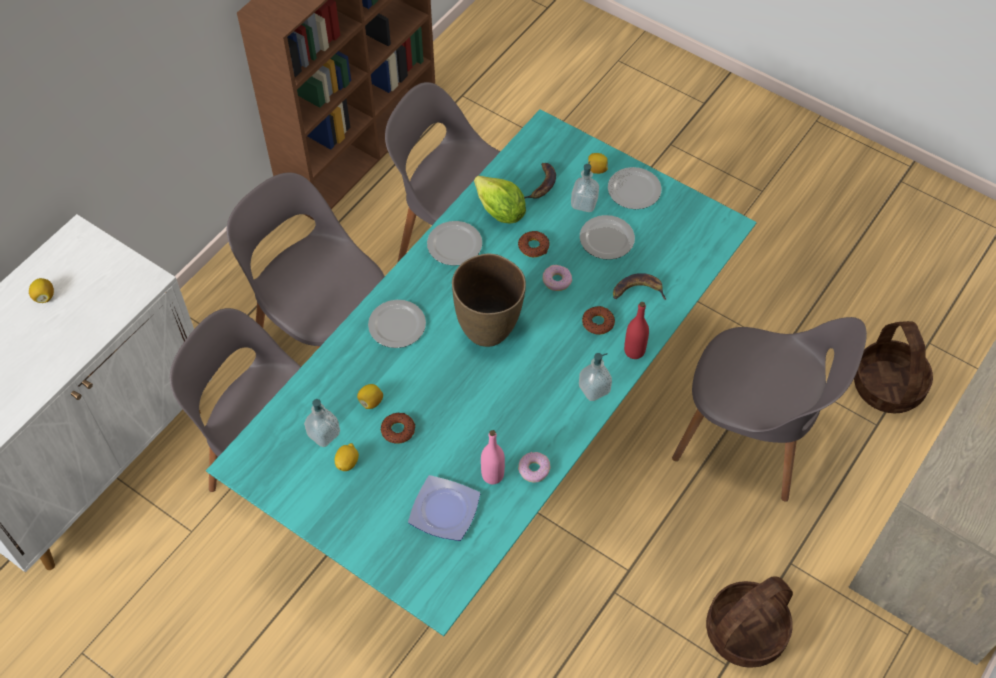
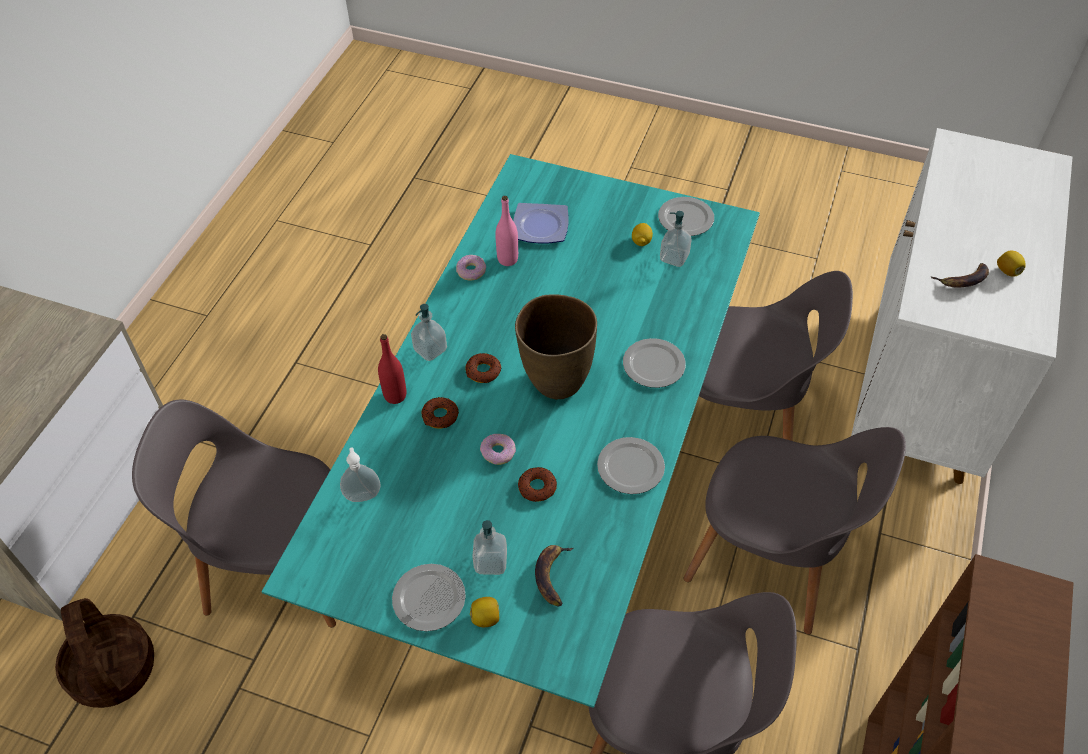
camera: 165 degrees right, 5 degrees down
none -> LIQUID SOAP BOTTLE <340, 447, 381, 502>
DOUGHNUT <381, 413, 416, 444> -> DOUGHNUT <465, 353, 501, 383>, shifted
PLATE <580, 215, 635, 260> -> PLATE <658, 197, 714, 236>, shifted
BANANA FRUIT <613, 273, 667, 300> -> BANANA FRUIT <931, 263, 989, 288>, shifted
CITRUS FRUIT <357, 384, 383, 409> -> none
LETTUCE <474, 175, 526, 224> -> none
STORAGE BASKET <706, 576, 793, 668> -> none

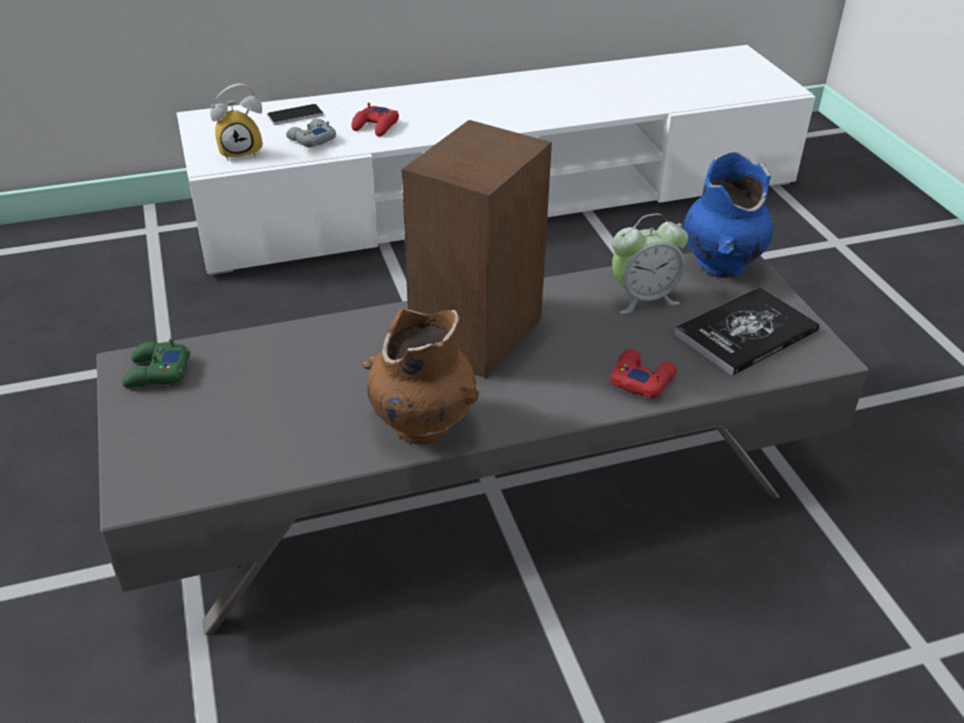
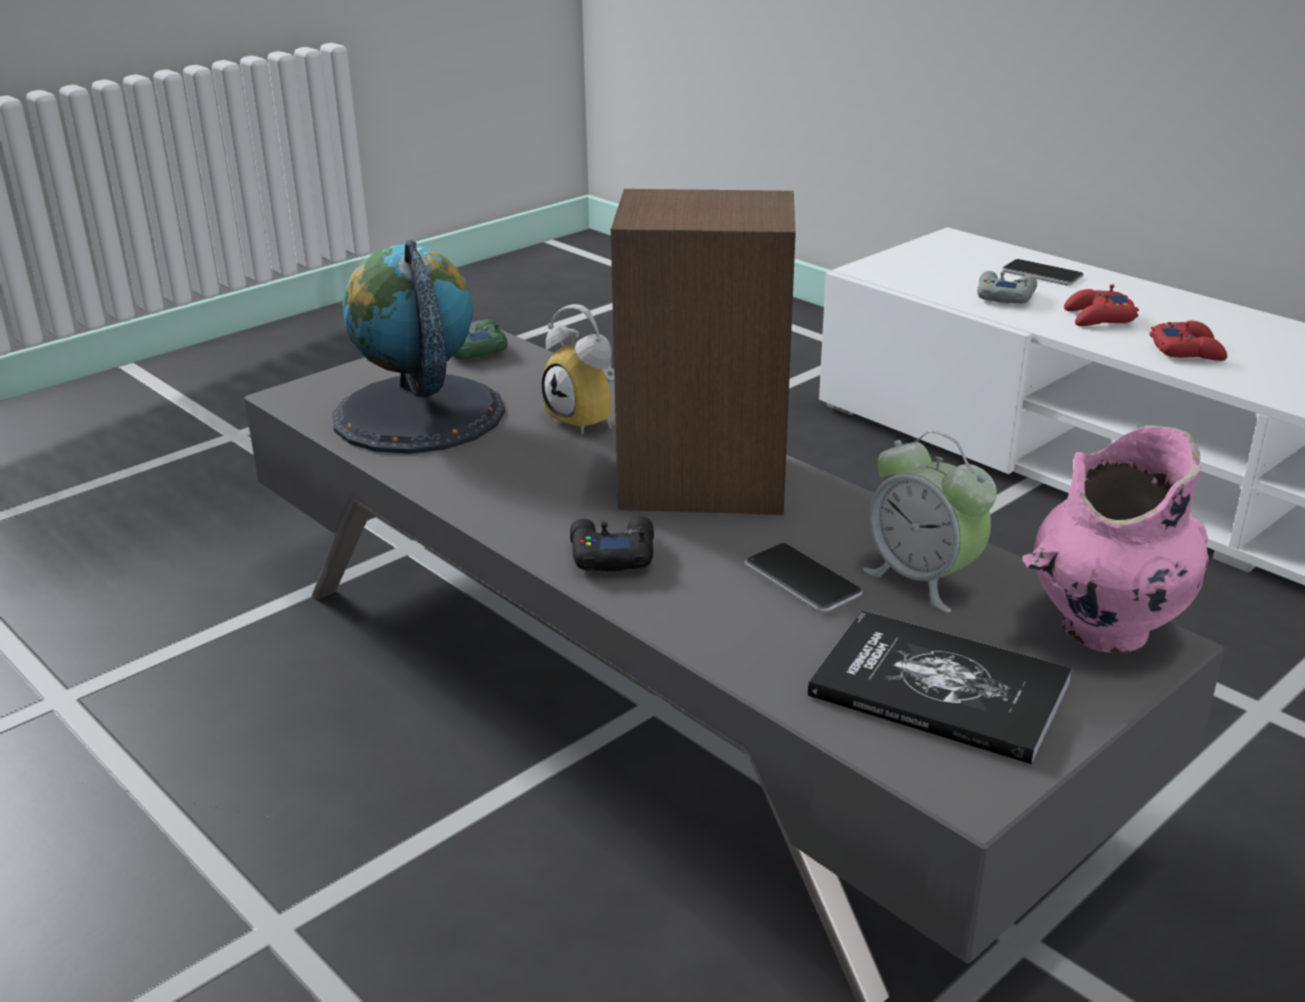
camera: 65 degrees right, 10 degrees down
none -> DESK GLOBE <332, 240, 505, 454>
BEDSIDE CLOCK <210, 83, 263, 161> -> BEDSIDE CLOCK <542, 304, 615, 435>, shifted
none -> BLACK JOYPAD <570, 516, 654, 572>
none -> TELEPHONE <745, 543, 862, 612>
BLUE VASE <684, 151, 773, 278> -> PINK VASE <1022, 425, 1209, 653>
RED JOYPAD <610, 349, 677, 398> -> RED JOYPAD <1149, 321, 1227, 361>, shifted
BROWN VASE <362, 308, 479, 445> -> none

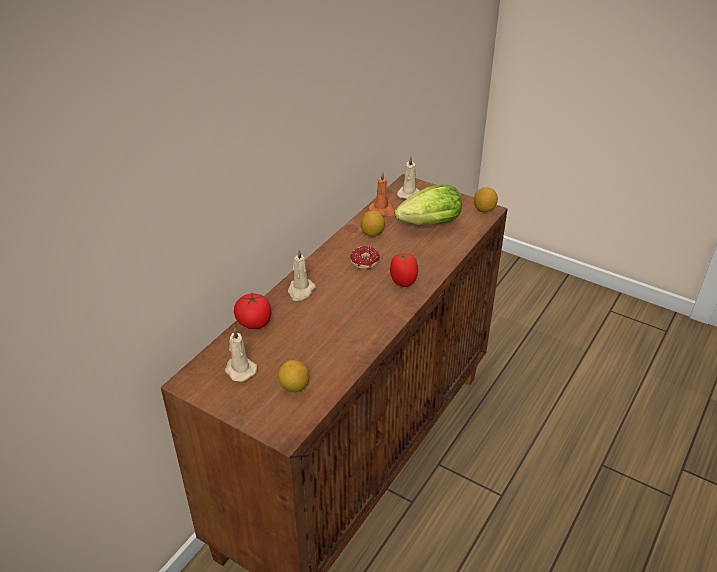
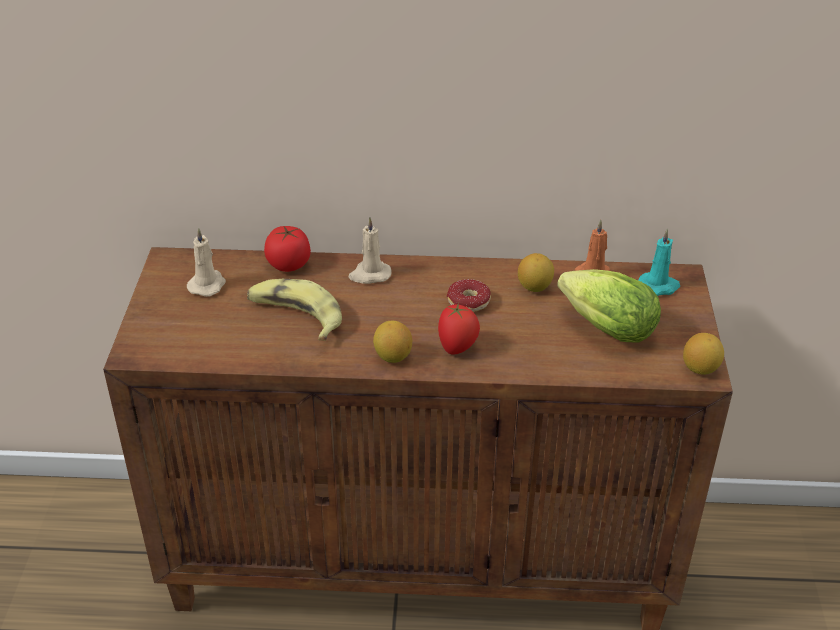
camera: 60 degrees right, 0 degrees up
none -> BANANA FRUIT <247, 279, 342, 341>
CITRUS FRUIT <278, 360, 309, 392> -> CITRUS FRUIT <373, 320, 412, 363>, shifted
BEIGE-COLOURED WAX CANDLE <397, 157, 420, 199> -> TURQUOISE WAX CANDLE <638, 229, 680, 296>

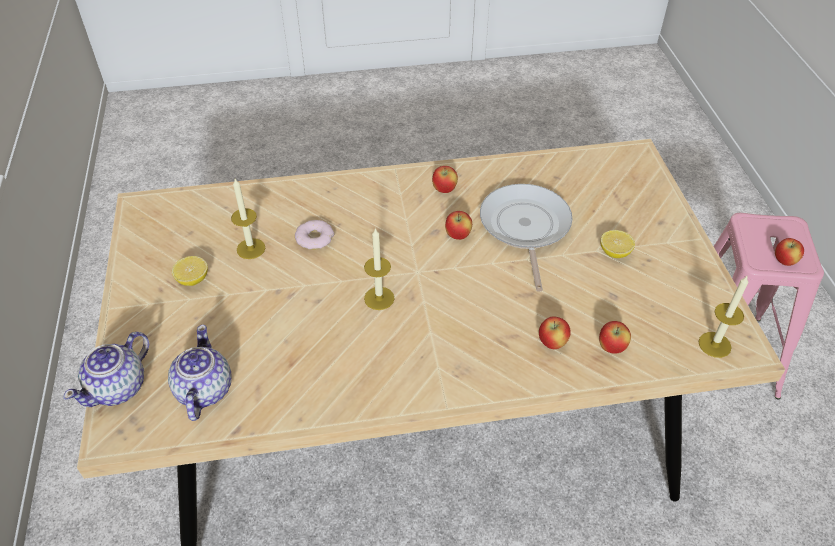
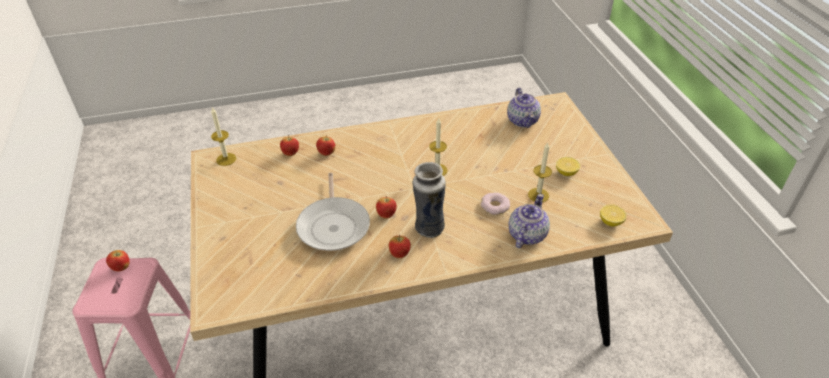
camera: 175 degrees right, 5 degrees down
none -> VASE <412, 162, 446, 238>
POT FOR TEA <64, 332, 149, 407> -> POT FOR TEA <508, 194, 550, 248>, shifted
CITRUS FRUIT <600, 230, 635, 258> -> CITRUS FRUIT <600, 204, 627, 227>, shifted

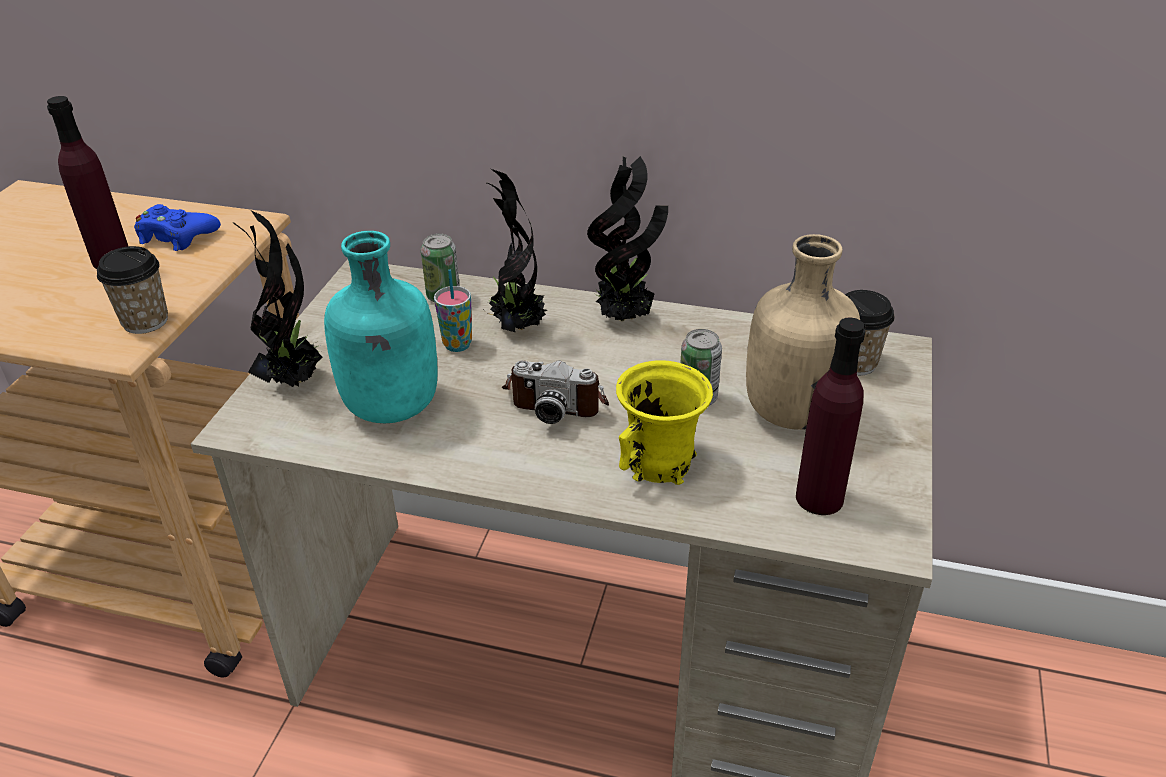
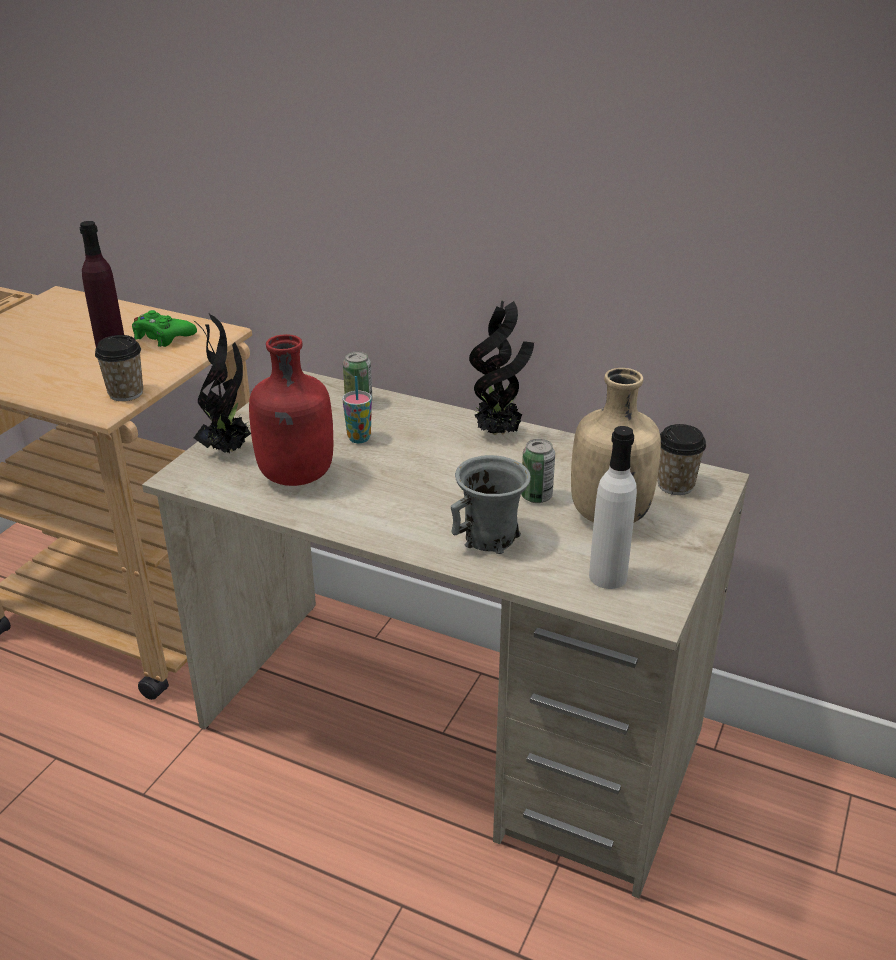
camera: 10 degrees right, 5 degrees down
BLUE JOYPAD <134, 204, 221, 251> -> GREEN JOYPAD <132, 310, 197, 347>
TURQUOISE BOTTLE <324, 231, 438, 423> -> RED BOTTLE <249, 334, 333, 486>
YELLOW MUG <616, 360, 713, 485> -> GREY MUG <451, 455, 531, 554>
PURPLE BOTTLE <796, 317, 865, 515> -> WHITISH BOTTLE <589, 426, 637, 589>
HOUSEPLANT <483, 169, 547, 332> -> none
PHOTO CAMERA <502, 360, 609, 424> -> none

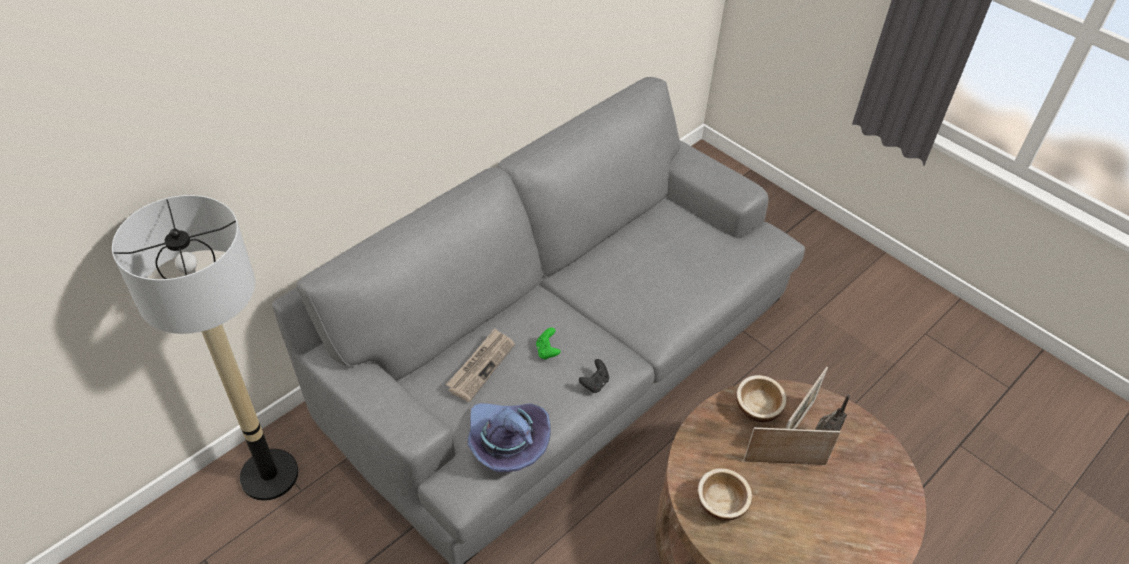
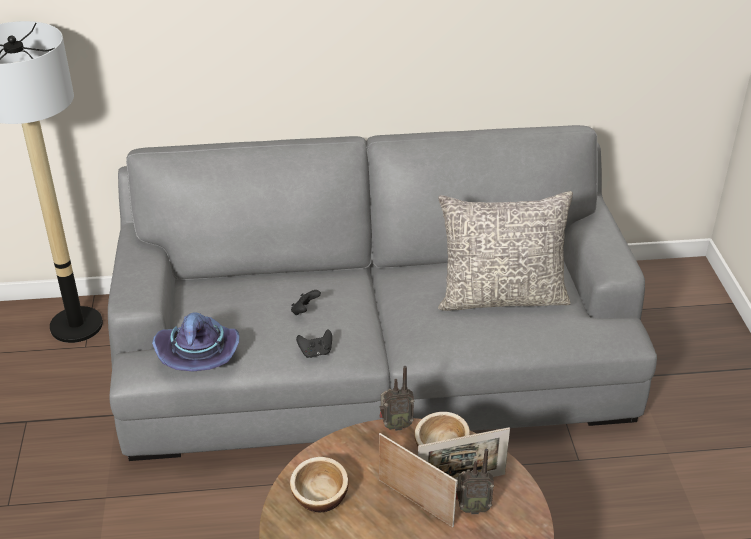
camera: 40 degrees right, 10 degrees down
GREEN JOYPAD <536, 328, 561, 360> -> BLACK JOYPAD <291, 290, 321, 315>
none -> RADIO RECEIVER <379, 366, 414, 431>
none -> GREY PILLOW <438, 191, 573, 311>
PRINTED PAPER <446, 328, 515, 402> -> none

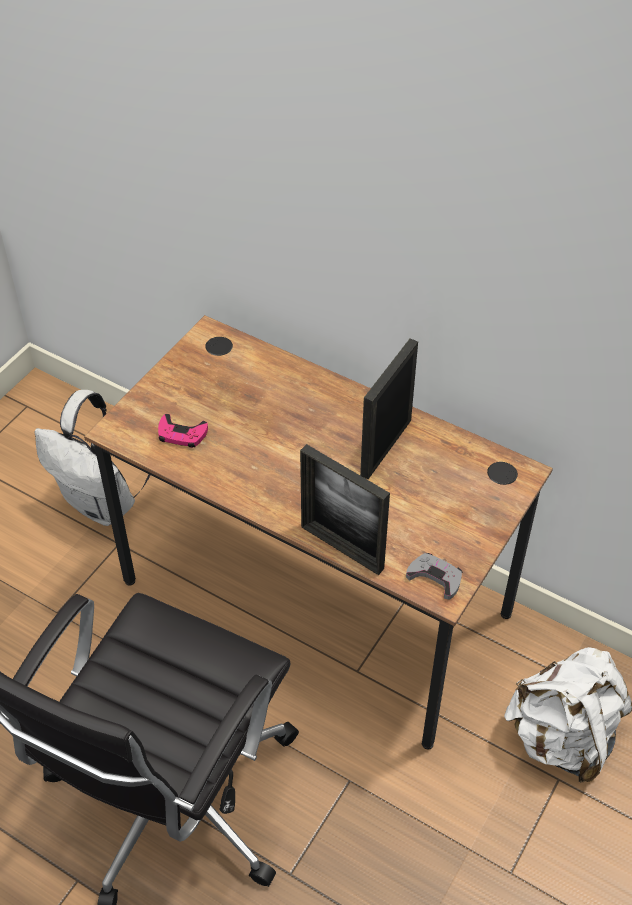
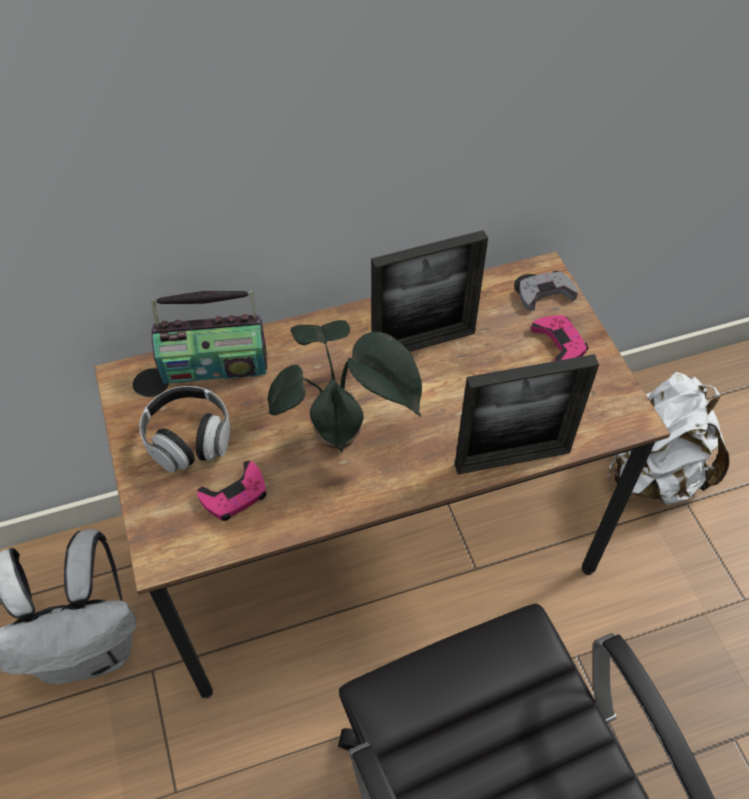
camera: 50 degrees left, 5 degrees up
none -> HEADPHONES <140, 386, 230, 473>
none -> RADIO RECEIVER <151, 290, 267, 384>
none -> HOUSEPLANT <268, 320, 422, 452>
STANDING FRAME <360, 339, 418, 479> -> STANDING FRAME <371, 230, 488, 352>, 90 degrees counterclockwise
GREY JOYPAD <406, 553, 462, 599> -> GREY JOYPAD <519, 271, 578, 311>, shifted
none -> PINK JOYPAD <531, 315, 588, 361>

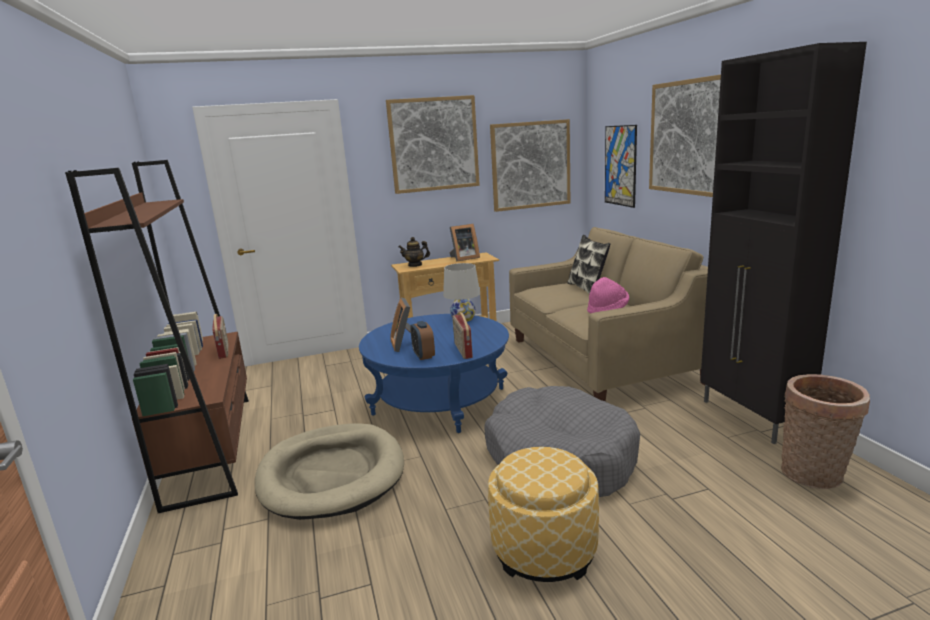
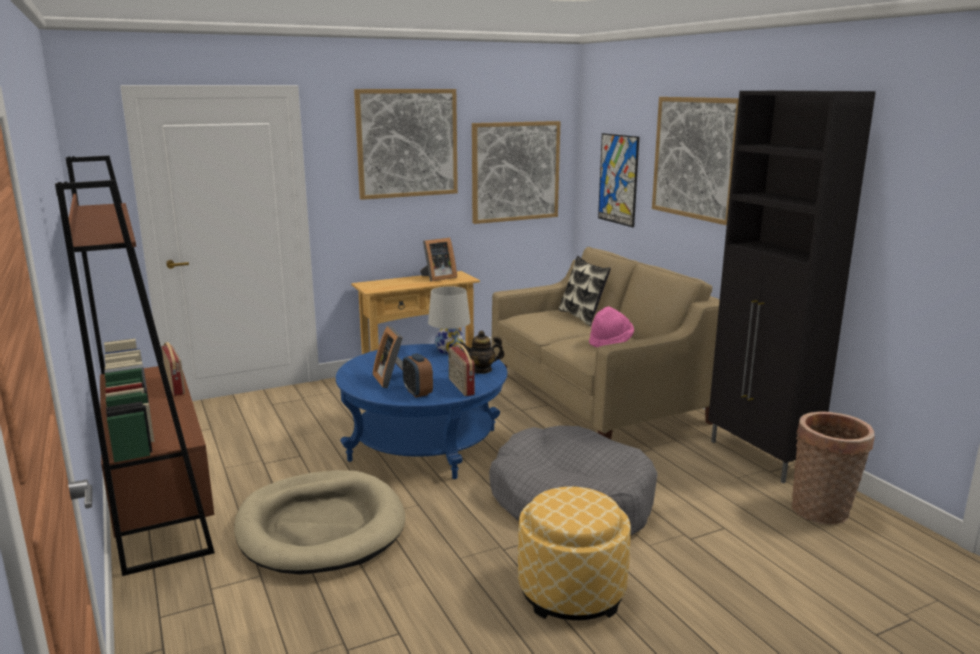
camera: 10 degrees left, 0 degrees up
POT FOR TEA <398, 237, 430, 267> -> POT FOR TEA <460, 331, 505, 374>, shifted

